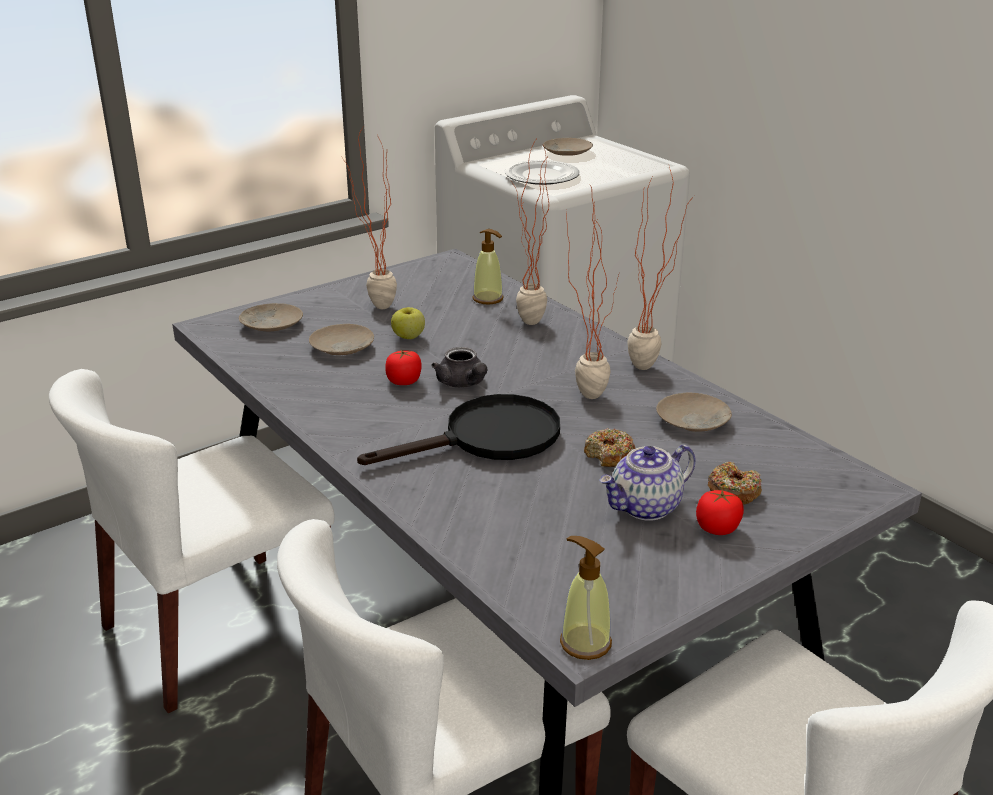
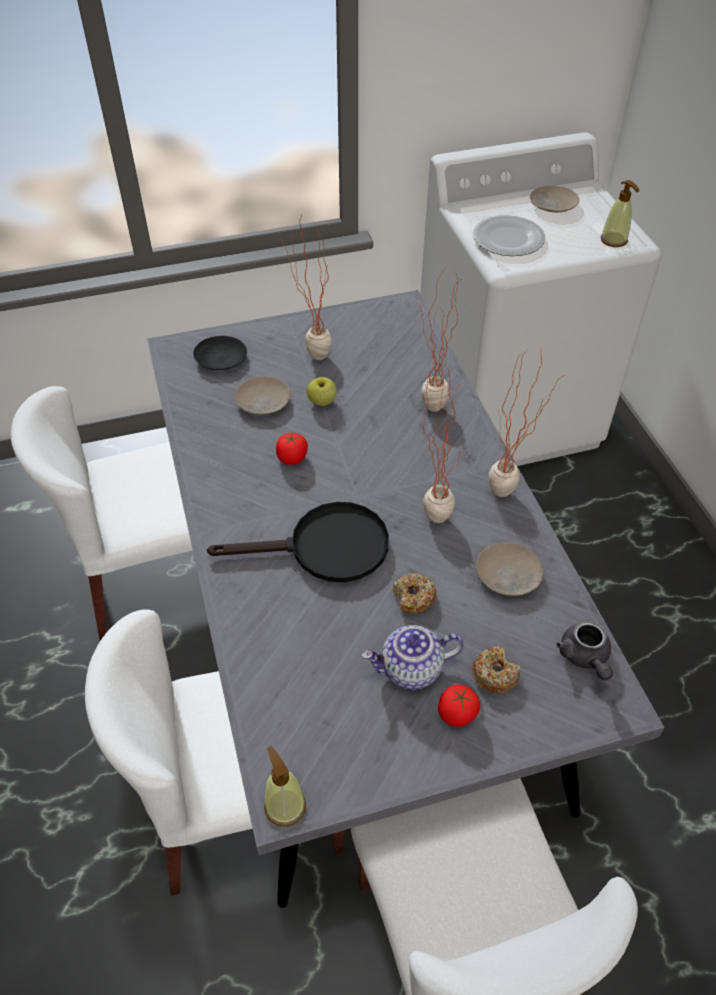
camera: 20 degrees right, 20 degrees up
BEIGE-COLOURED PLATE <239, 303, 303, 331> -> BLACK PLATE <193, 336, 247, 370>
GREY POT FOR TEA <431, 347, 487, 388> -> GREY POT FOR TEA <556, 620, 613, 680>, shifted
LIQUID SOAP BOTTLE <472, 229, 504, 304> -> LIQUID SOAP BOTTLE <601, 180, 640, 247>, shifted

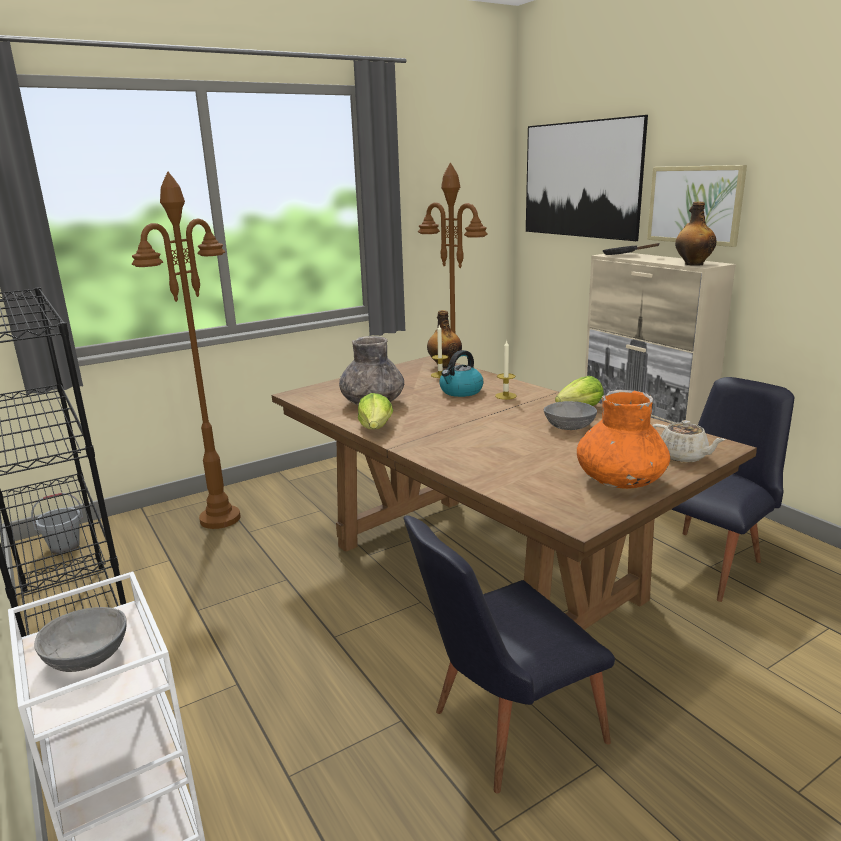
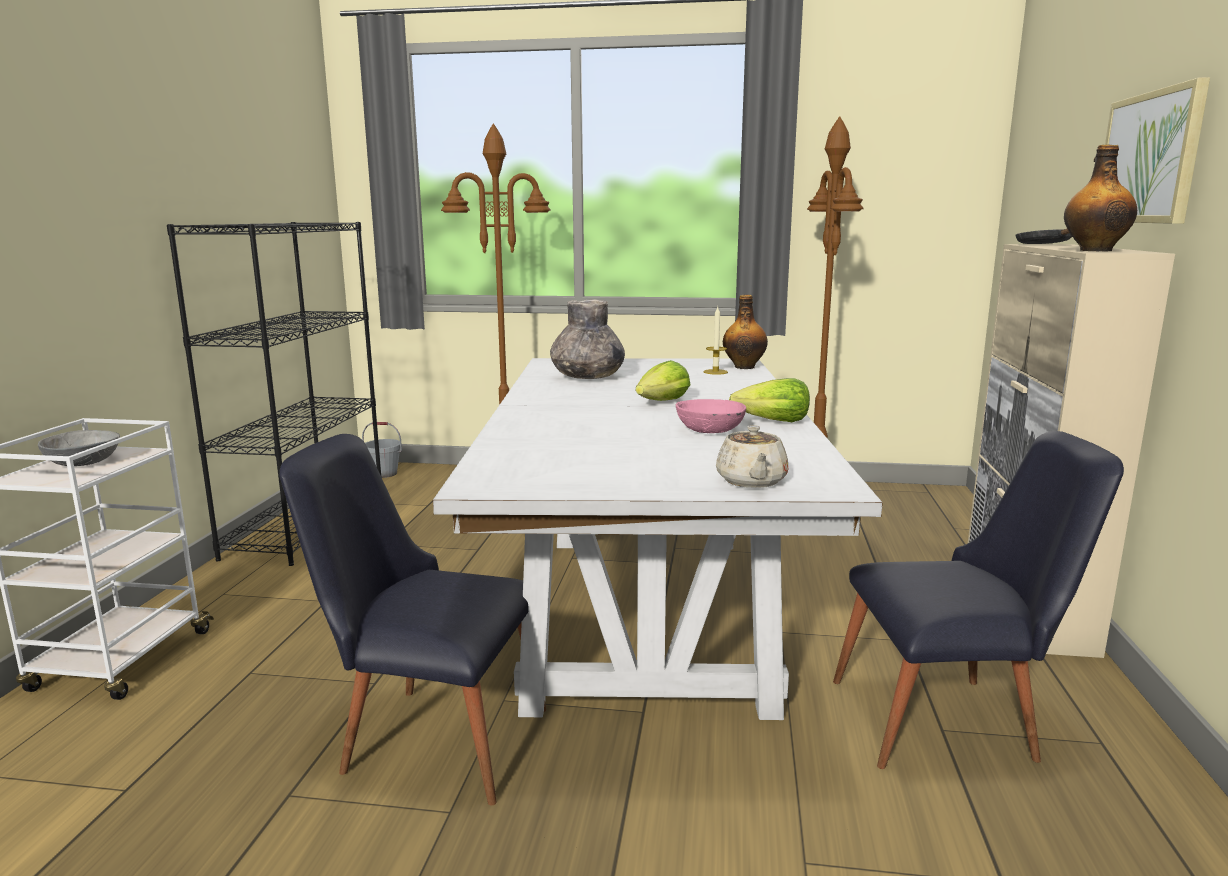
camera: 40 degrees right, 5 degrees down
BROWN KITCHEN TABLE <272, 356, 757, 630> -> WHITISH KITCHEN TABLE <433, 358, 883, 720>
LETTUCE <358, 393, 393, 429> -> LETTUCE <636, 360, 690, 401>, shifted
GREY BOWL <544, 401, 597, 430> -> PINK BOWL <676, 399, 746, 433>
WATER KETTLE <439, 350, 483, 397> -> none
WAX CANDLE <495, 340, 517, 400> -> none
PICTURE <526, 115, 648, 241> -> none
ORANGE-COLOURED VASE <577, 390, 670, 489> -> none

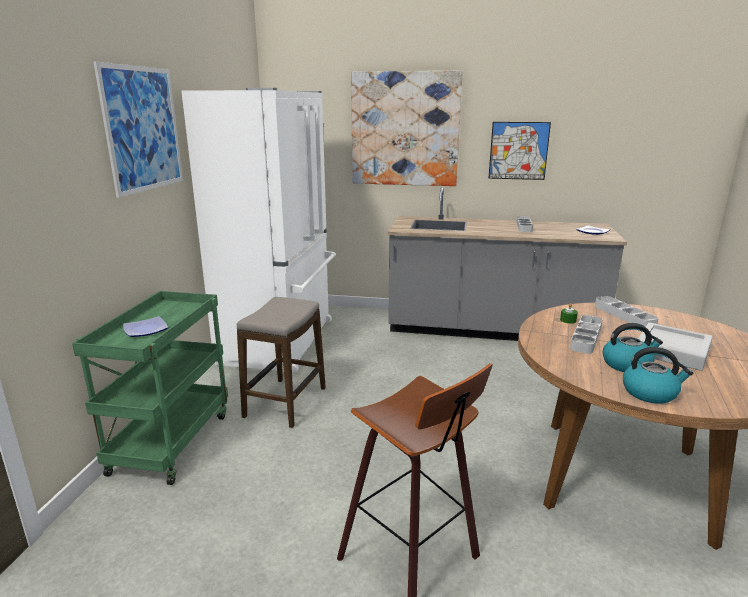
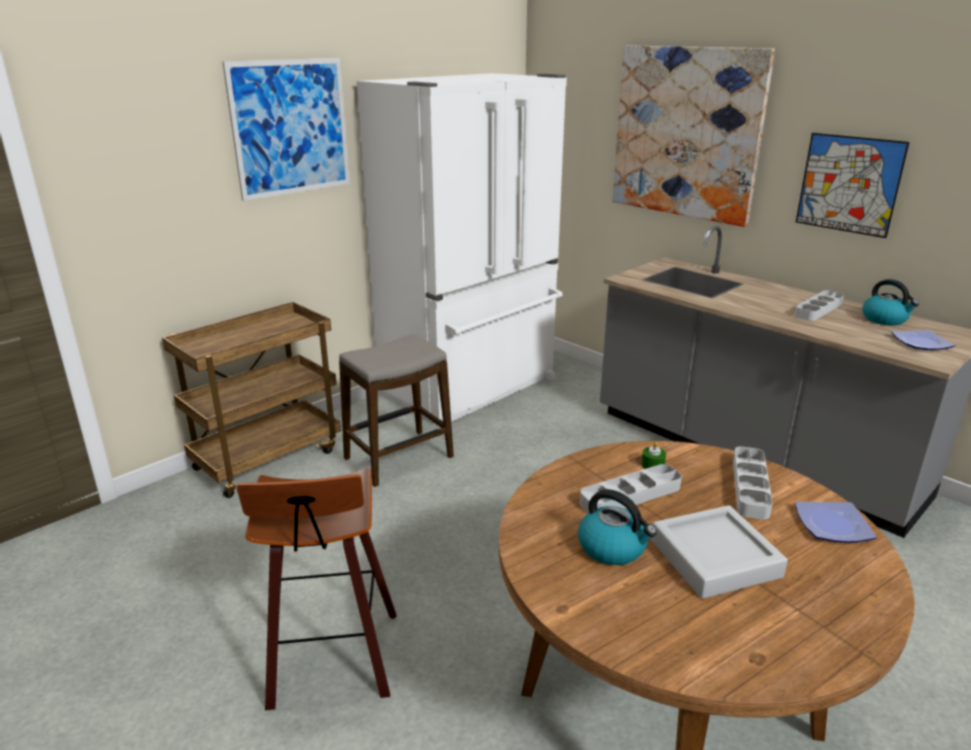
camera: 35 degrees right, 5 degrees up
GREEN WHEELED CART <72, 291, 228, 485> -> BROWN WHEELED CART <162, 302, 341, 498>
PLATE <123, 316, 168, 337> -> PLATE <795, 501, 877, 542>, shifted
WATER KETTLE <623, 347, 693, 404> -> WATER KETTLE <862, 279, 919, 326>, shifted

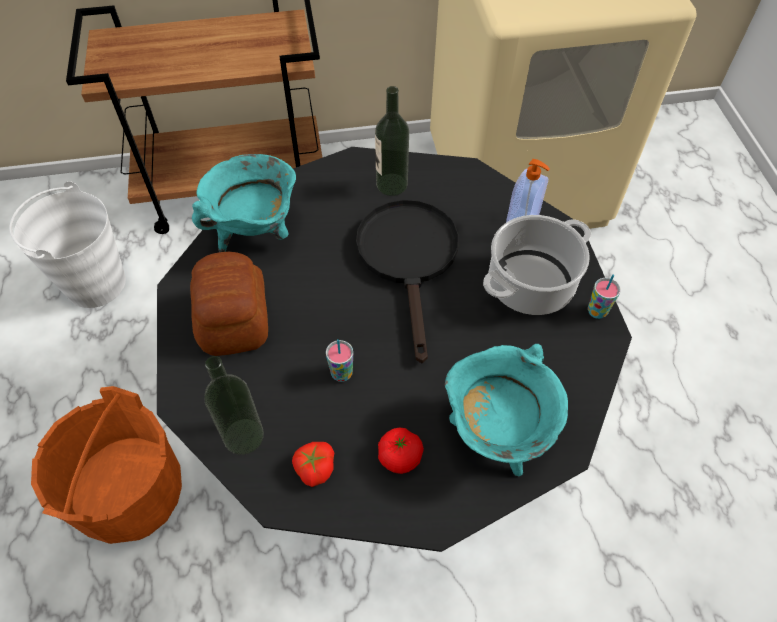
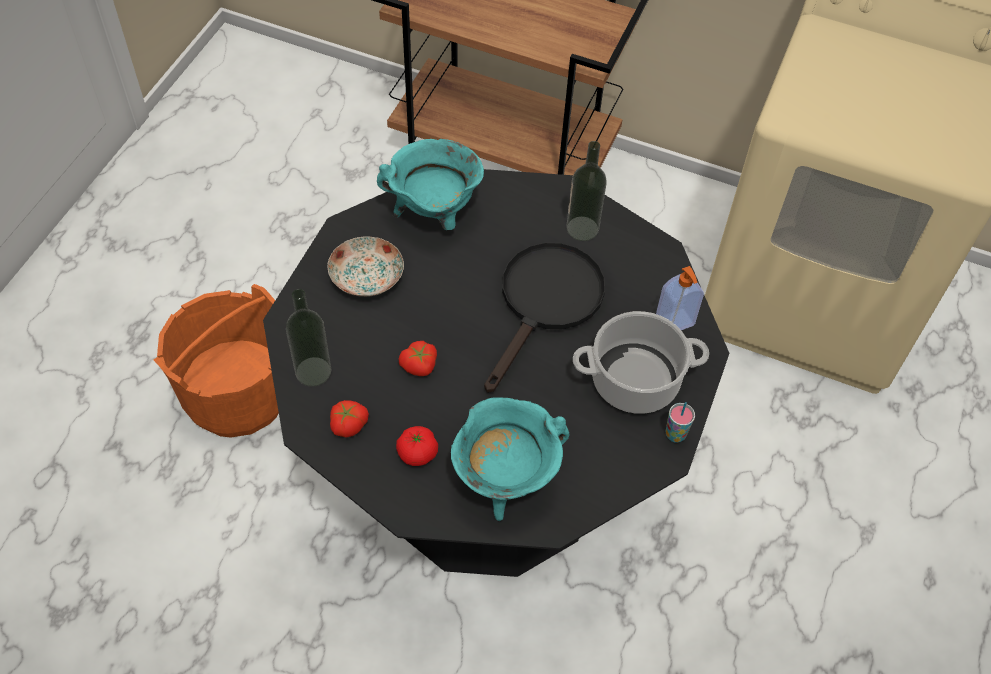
camera: 30 degrees right, 0 degrees up
BAKED BREAD <190, 252, 268, 356> -> PLATE <328, 236, 404, 297>
DRINKING CUP <326, 339, 353, 382> -> FRESH TOMATO <399, 341, 437, 376>
WHITISH PAIL <9, 181, 126, 308> -> none

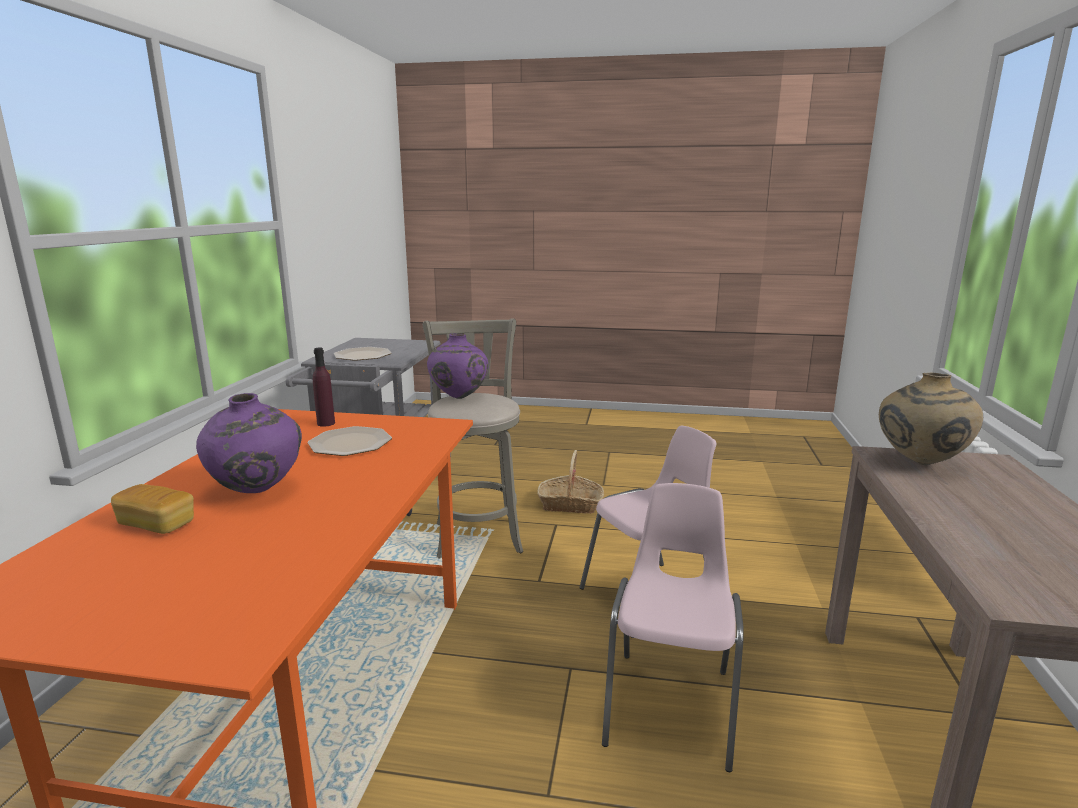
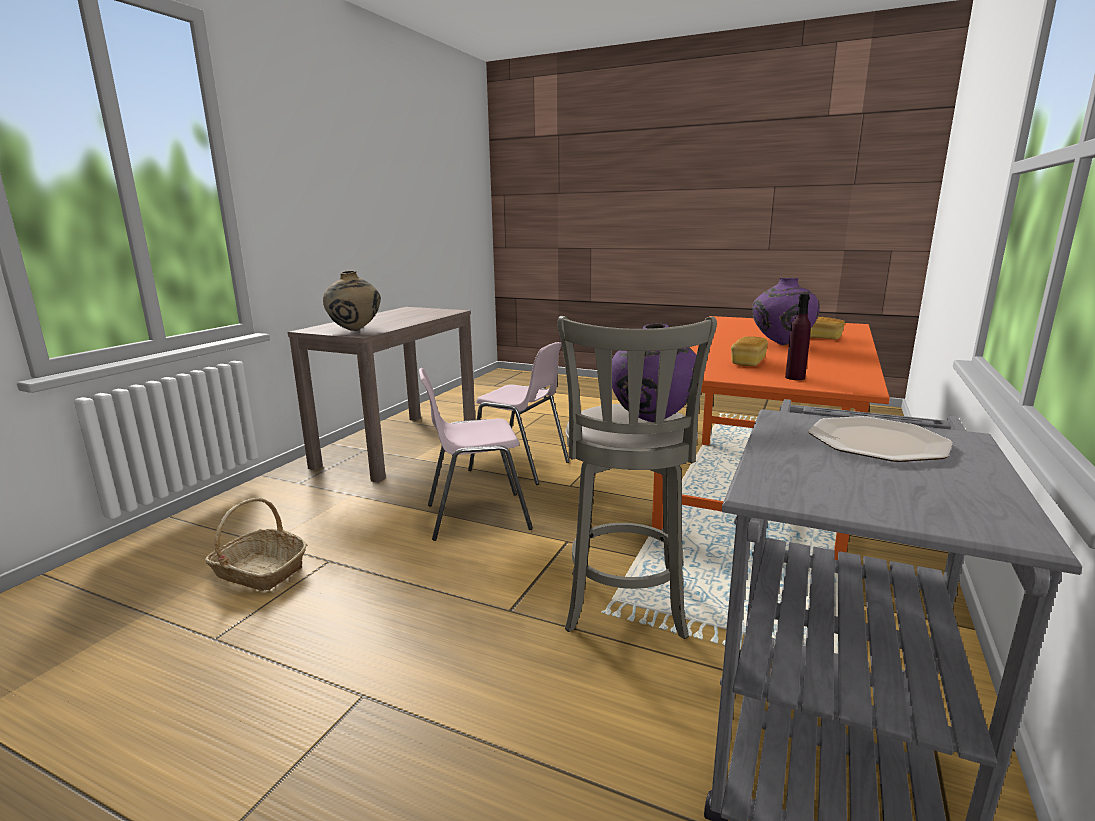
camera: 165 degrees left, 0 degrees up
STORAGE BASKET <537, 450, 604, 514> -> STORAGE BASKET <205, 498, 307, 591>, shifted
PINK UPRIGHT CHAIR <602, 483, 744, 772> -> PINK UPRIGHT CHAIR <468, 342, 569, 485>, 90 degrees counterclockwise
PLATE <307, 426, 392, 456> -> BAKED BREAD <731, 336, 768, 366>

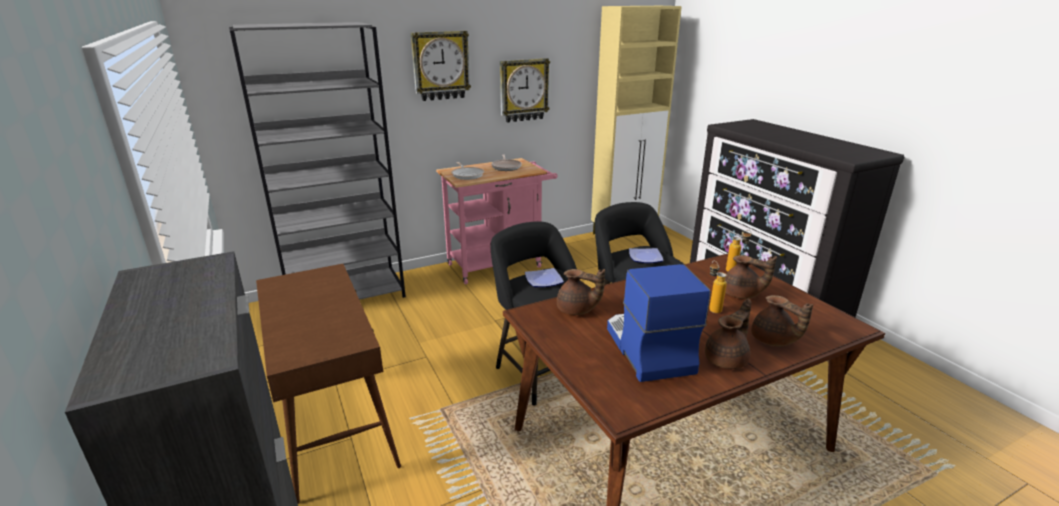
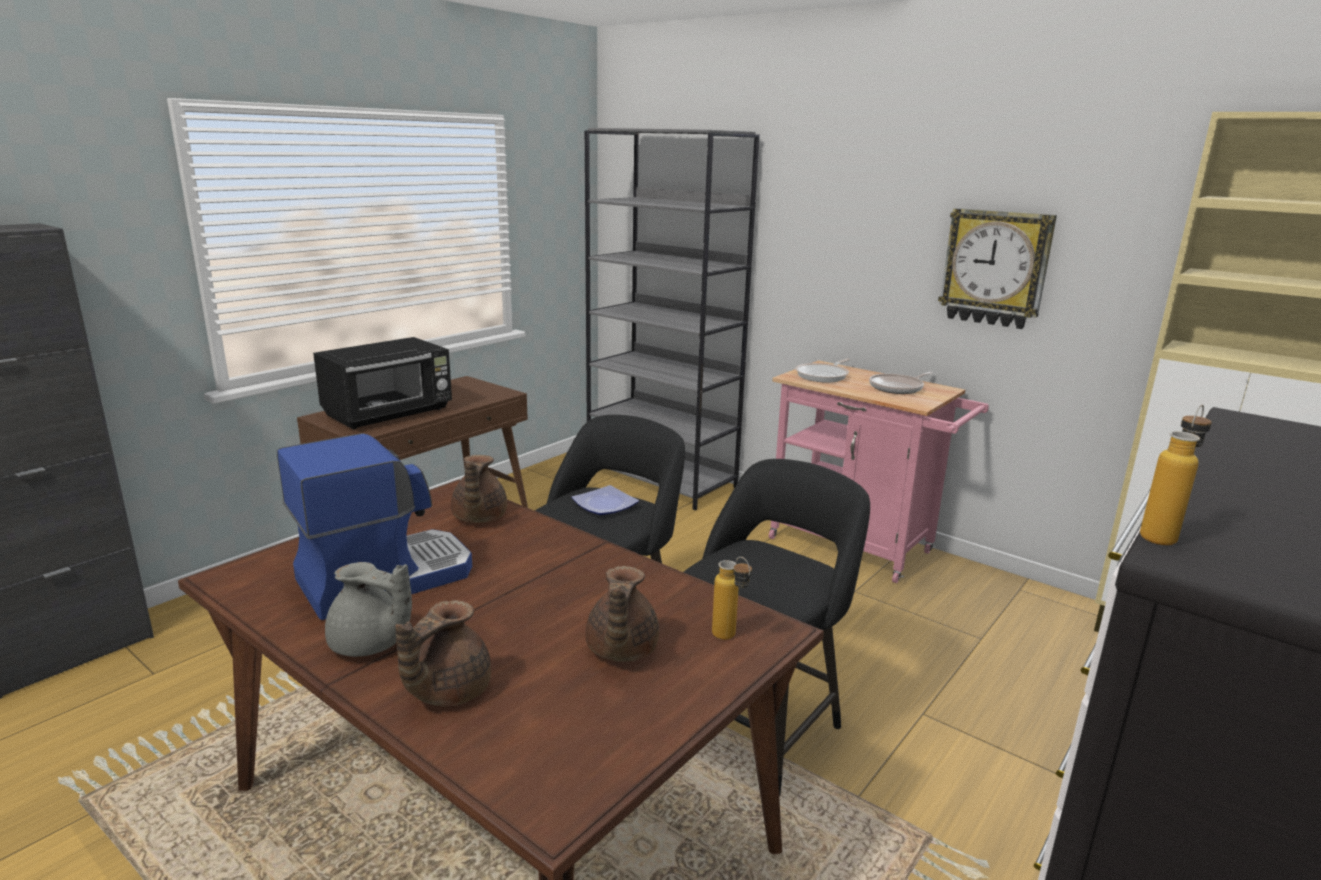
camera: 65 degrees right, 5 degrees down
none -> BLACK MICROWAVE <313, 337, 452, 429>
BROWN POT FOR TEA <705, 299, 751, 369> -> GREY POT FOR TEA <325, 562, 412, 657>
BOTTLE <709, 262, 727, 313> -> BOTTLE <1140, 405, 1212, 545>, shifted
CLOCK ON THE WALL <411, 31, 471, 101> -> none
PLATE <629, 248, 664, 263> -> none

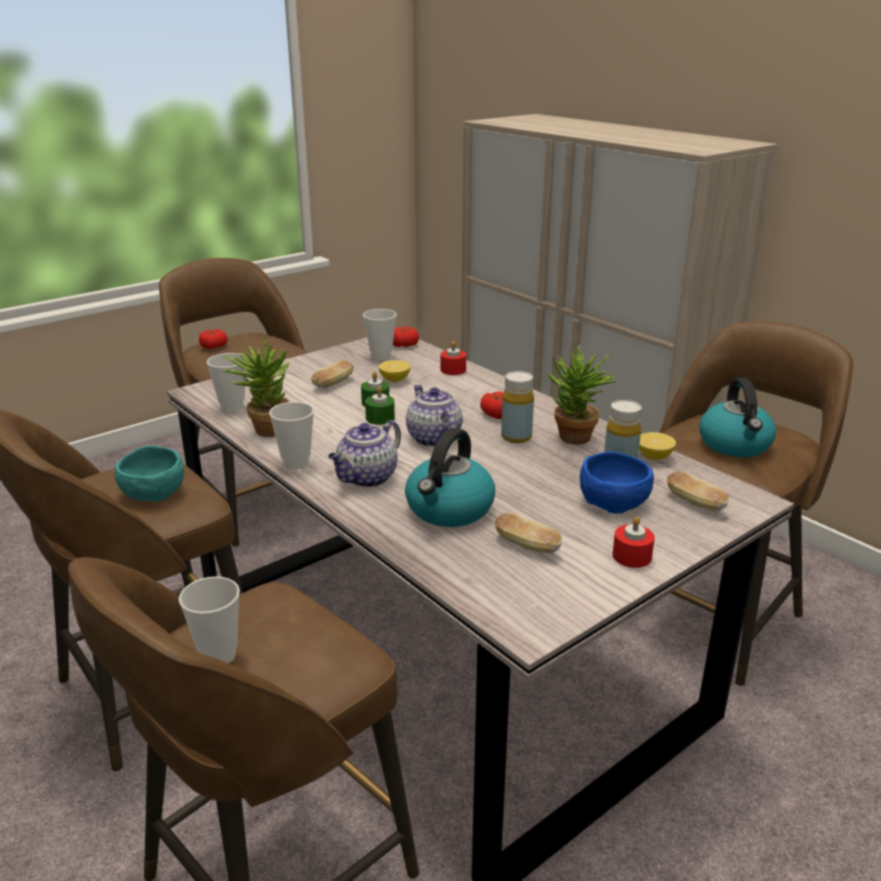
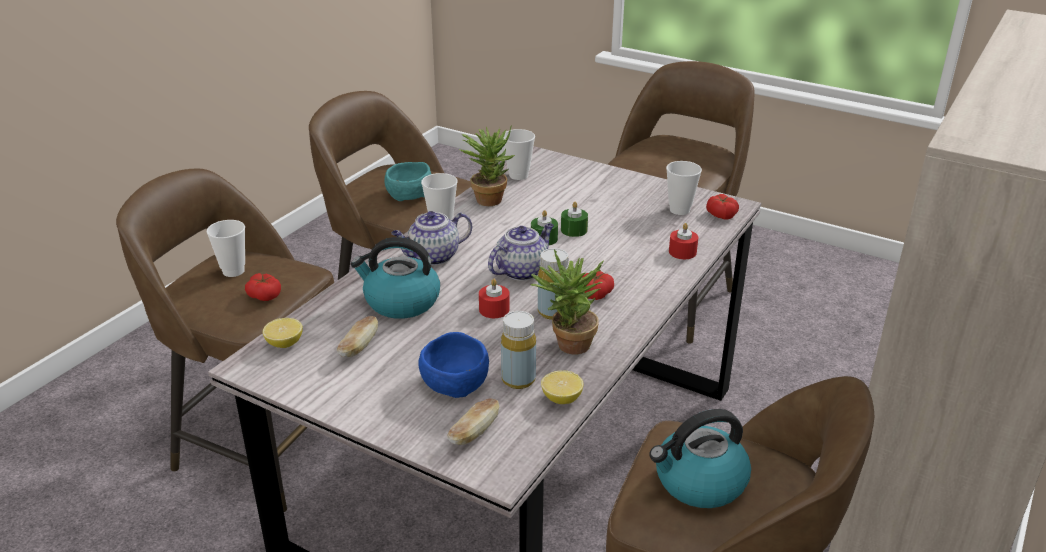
camera: 70 degrees right, 5 degrees up
FRESH TOMATO <199, 329, 227, 349> -> FRESH TOMATO <245, 273, 281, 301>, shifted
CITRUS FRUIT <378, 360, 411, 382> -> CITRUS FRUIT <263, 318, 302, 348>, shifted
POT FOR TEA <328, 420, 401, 487> -> POT FOR TEA <391, 211, 472, 265>, 45 degrees counterclockwise
RED WAX CANDLE <612, 517, 655, 568> -> RED WAX CANDLE <479, 279, 510, 318>, shifted
BAKED BREAD <311, 360, 354, 388> -> none

